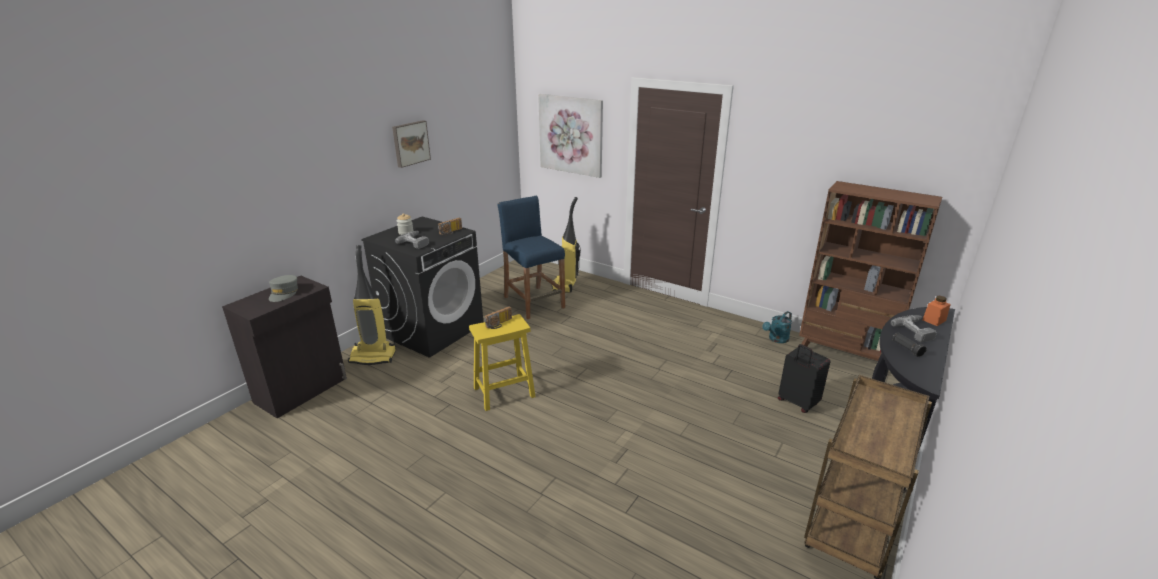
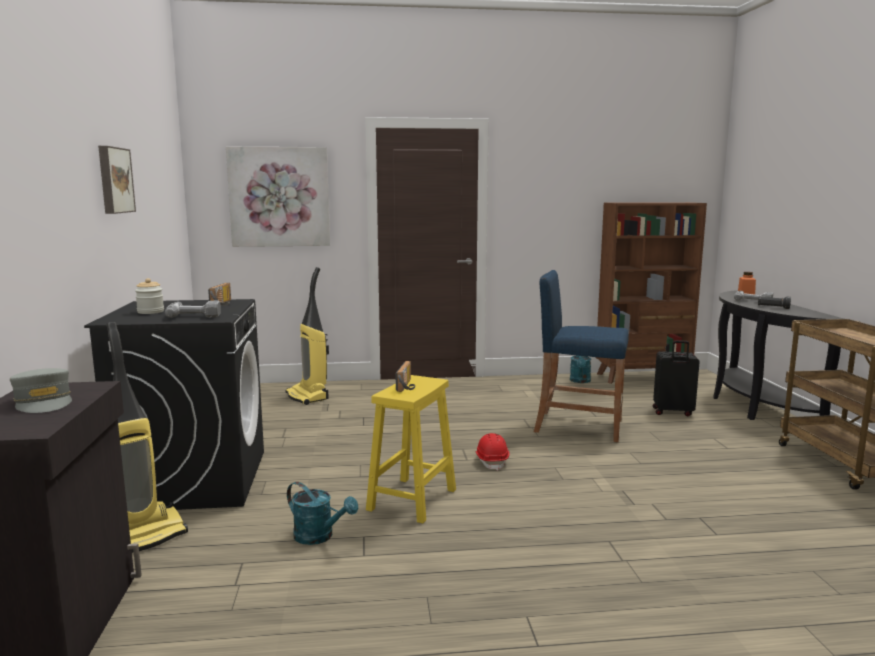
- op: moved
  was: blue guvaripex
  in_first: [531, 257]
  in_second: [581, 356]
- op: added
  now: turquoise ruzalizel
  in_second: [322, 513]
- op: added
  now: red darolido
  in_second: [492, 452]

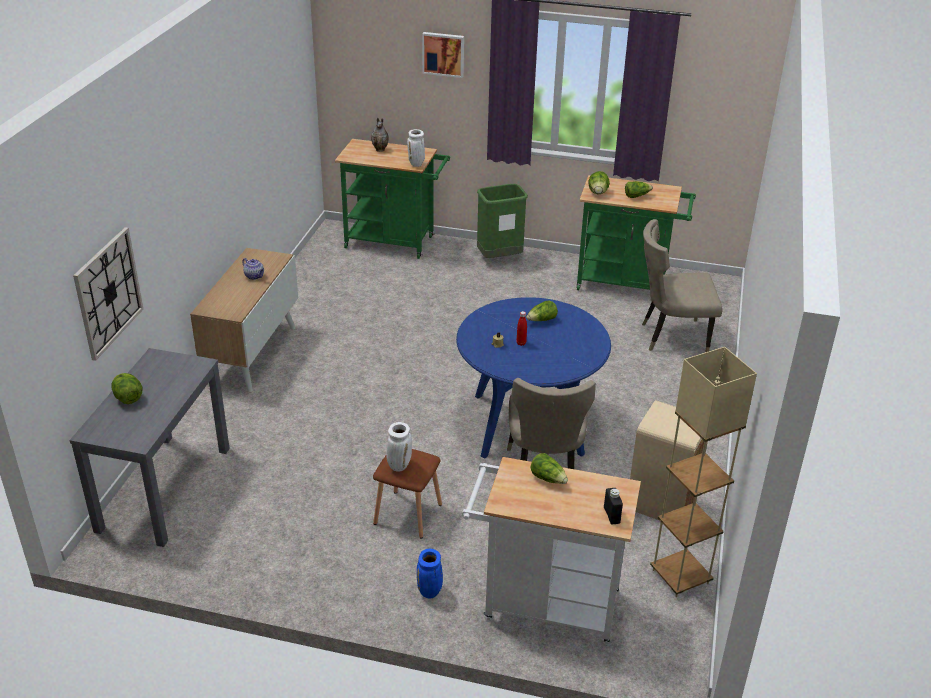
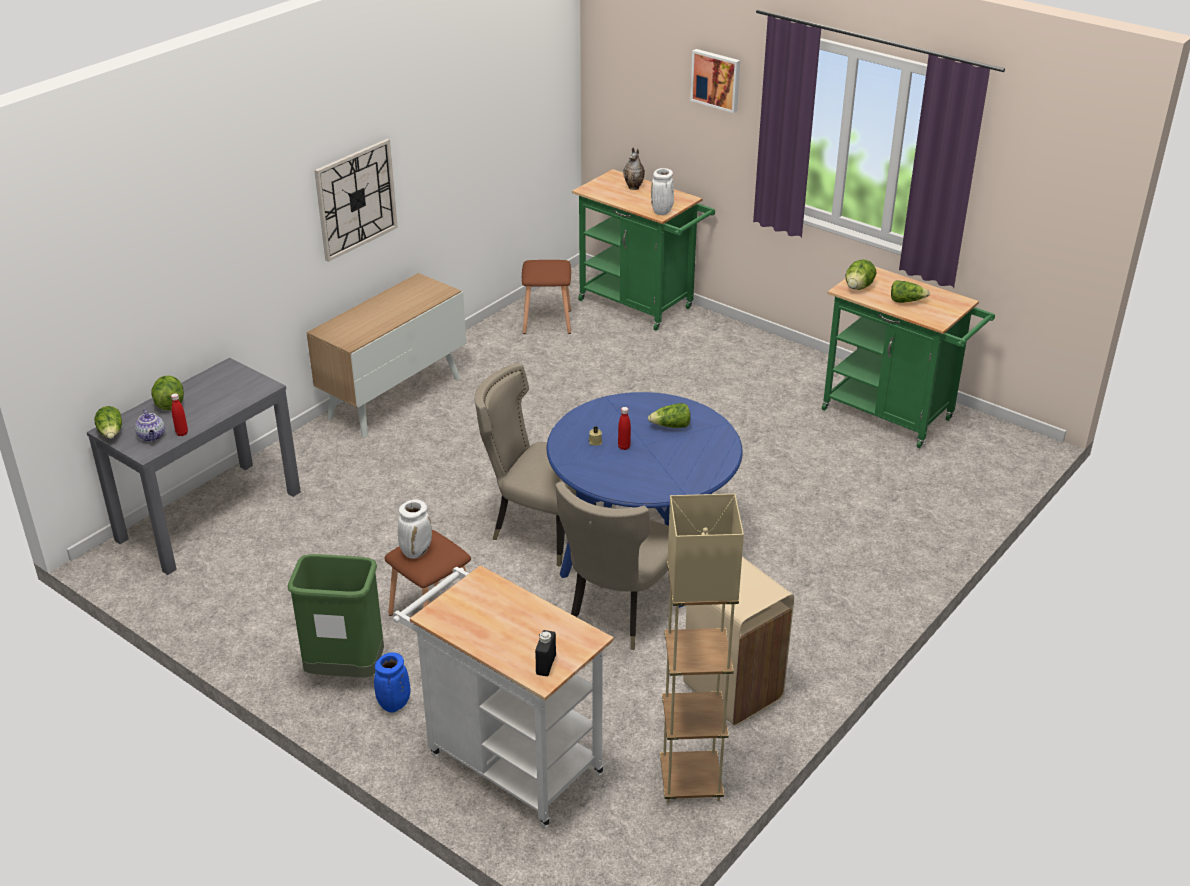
- op: moved
  was: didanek
  in_first: [108, 294]
  in_second: [356, 200]
- op: moved
  was: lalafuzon
  in_first: [253, 269]
  in_second: [150, 425]
- op: moved
  was: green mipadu
  in_first: [502, 221]
  in_second: [336, 615]
- op: moved
  was: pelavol
  in_first: [549, 468]
  in_second: [108, 422]
- op: moved
  was: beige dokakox
  in_first: [682, 285]
  in_second: [535, 465]
- op: added
  now: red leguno
  in_second: [179, 414]
- op: added
  now: brown guvaripex
  in_second: [546, 297]

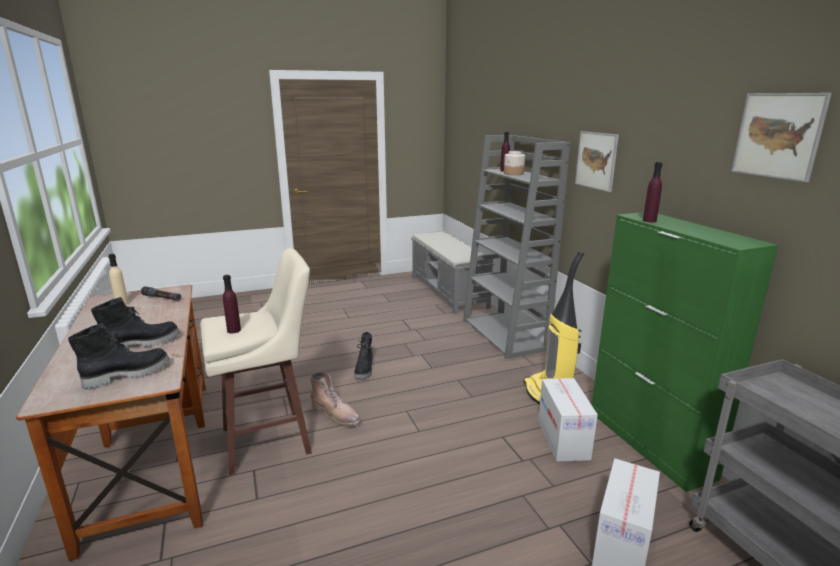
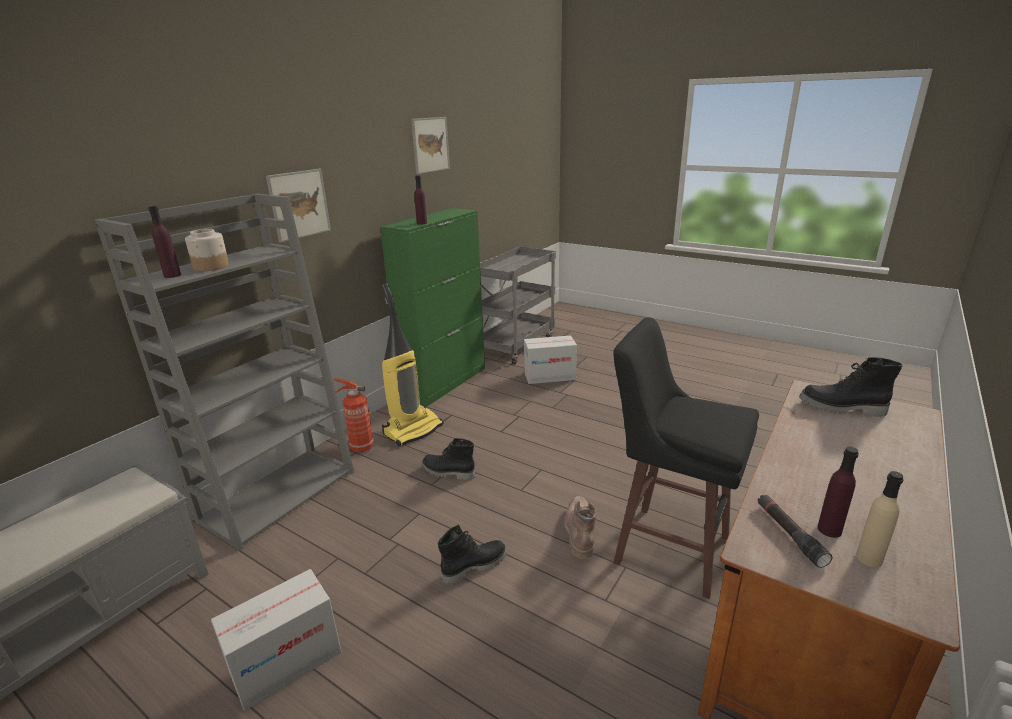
- op: moved
  was: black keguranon
  in_first: [135, 322]
  in_second: [448, 459]
- op: recoloured
  was: beige guvaripex
  now: black guvaripex
  in_first: [256, 361]
  in_second: [686, 458]
- op: moved
  was: purple leguno
  in_first: [232, 304]
  in_second: [838, 492]
- op: moved
  was: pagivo
  in_first: [568, 420]
  in_second: [276, 640]
- op: added
  now: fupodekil
  in_second: [353, 415]

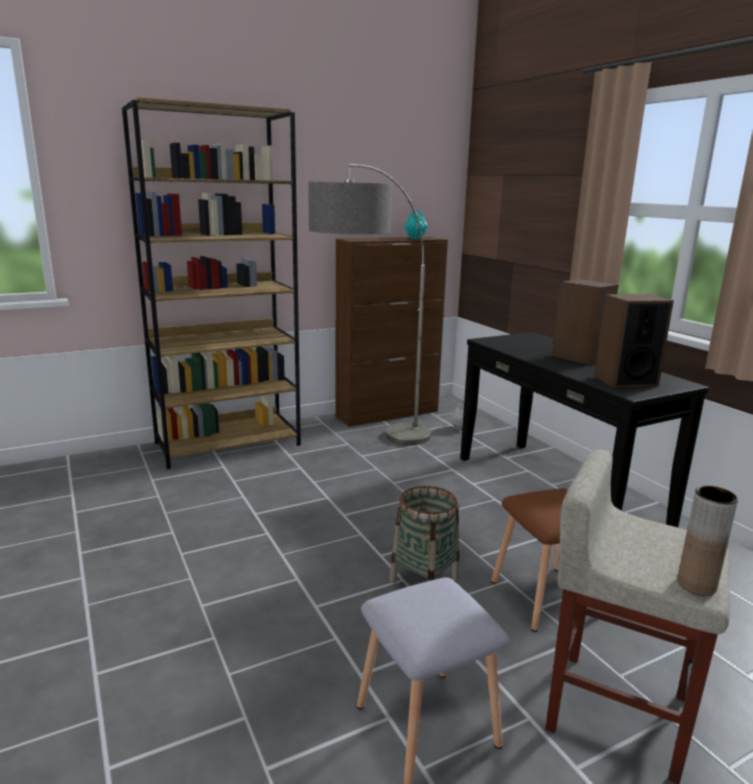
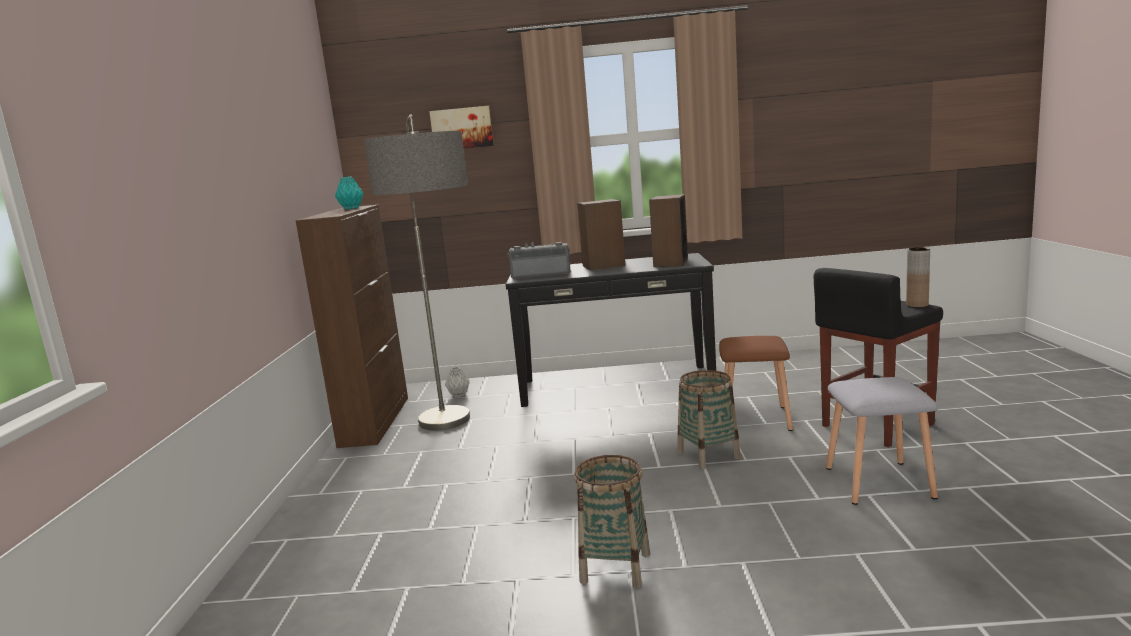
- op: removed
  was: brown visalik
  in_first: [211, 283]
- op: recoloured
  was: beige guvaripex
  now: black guvaripex
  in_first: [637, 616]
  in_second: [878, 357]
- op: added
  now: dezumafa
  in_second: [461, 127]
- op: added
  now: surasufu
  in_second: [538, 260]
- op: added
  now: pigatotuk
  in_second: [612, 521]

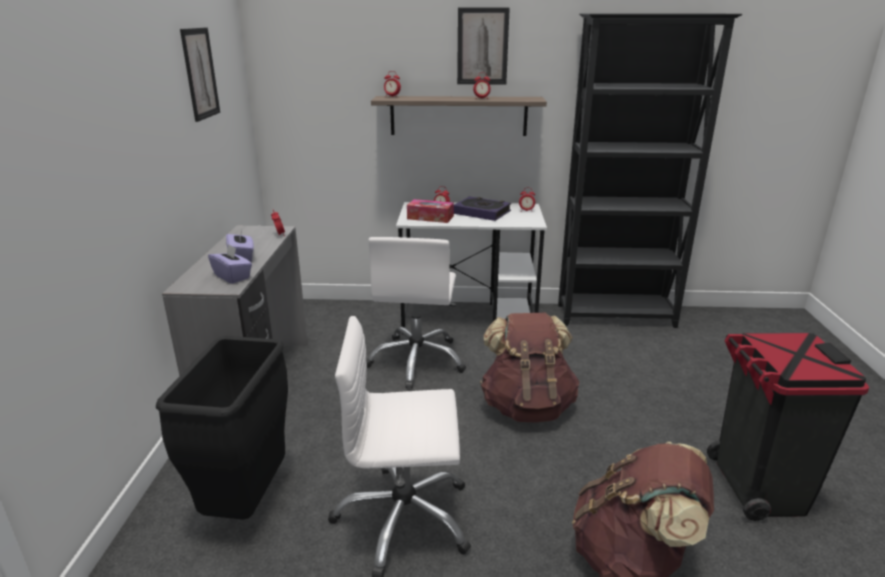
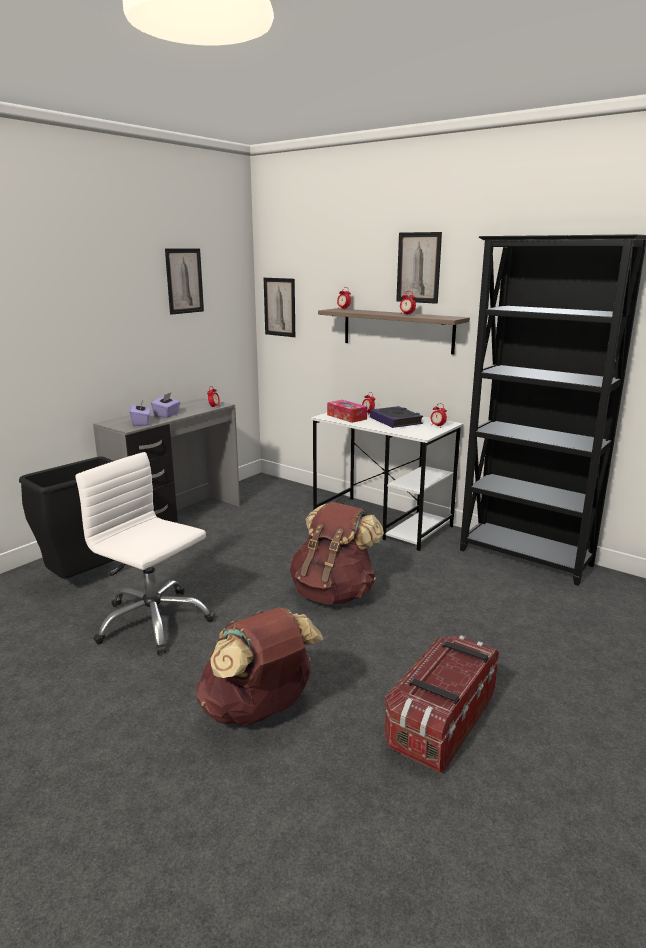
- op: removed
  was: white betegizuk
  in_first: [416, 313]
- op: replaced
  was: black mipadu
  now: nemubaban
  in_first: [788, 427]
  in_second: [442, 704]
- op: added
  now: dezumafa
  in_second: [279, 307]

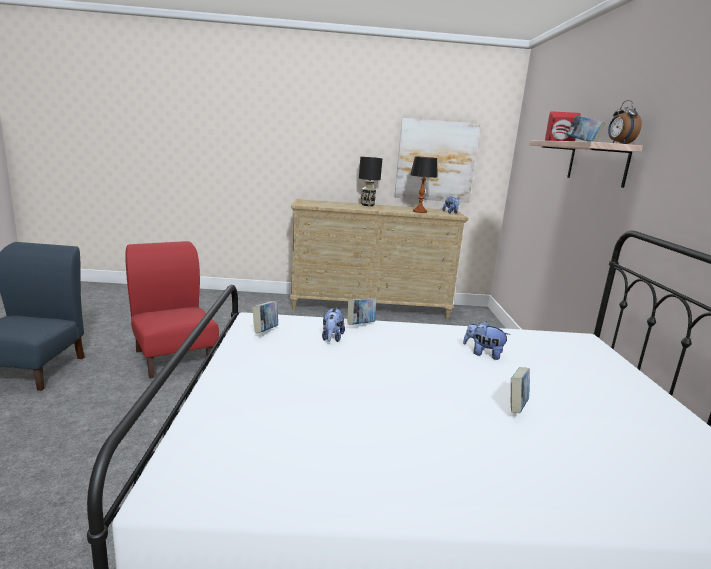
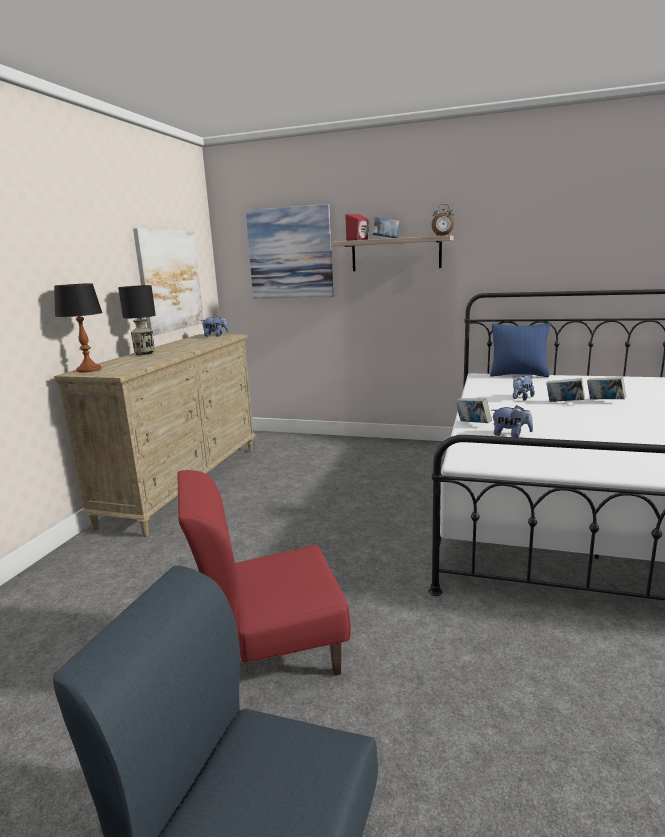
- op: moved
  was: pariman
  in_first: [265, 317]
  in_second: [565, 390]
- op: moved
  was: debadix
  in_first: [424, 184]
  in_second: [78, 328]
- op: added
  now: dezumafa
  in_second: [289, 251]
- op: added
  now: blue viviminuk
  in_second: [520, 350]

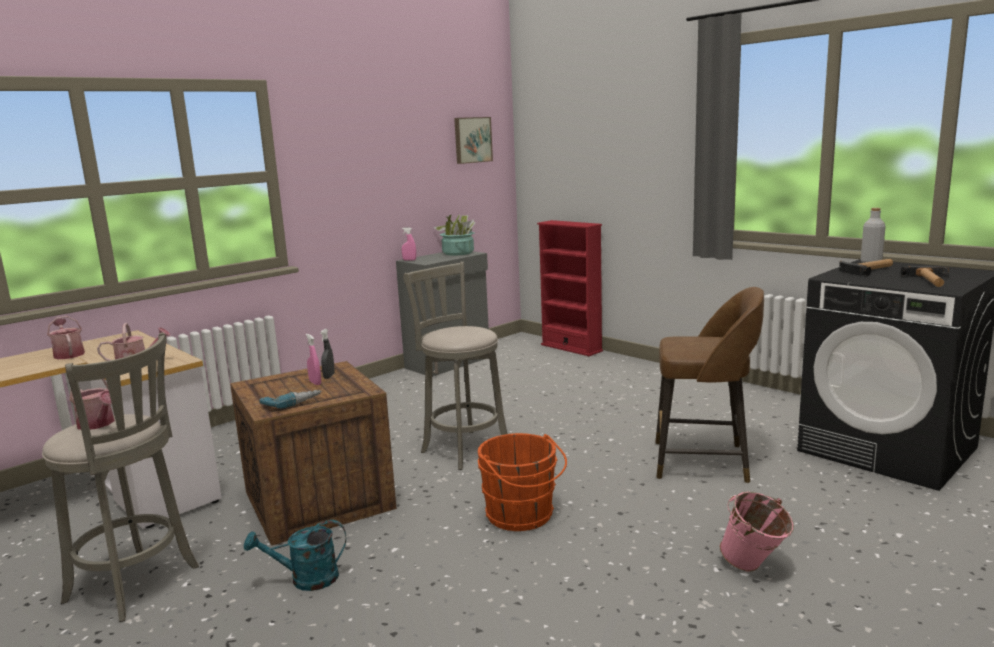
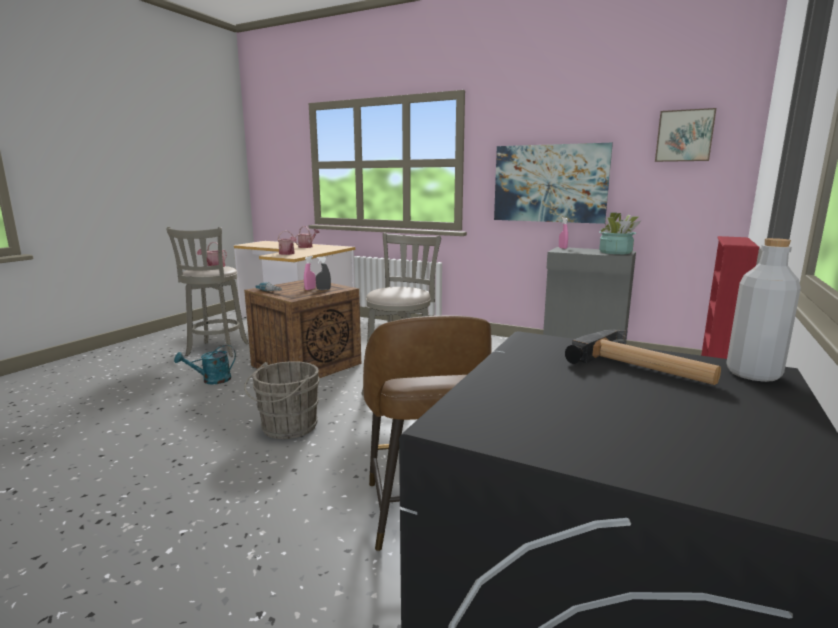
- op: turned
  was: turquoise ruzalizel
  in_first: [294, 555]
  in_second: [205, 364]
  clockwise: -90
- op: recoloured
  was: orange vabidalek
  now: grey vabidalek
  in_first: [522, 482]
  in_second: [281, 400]
- op: removed
  was: pink vabidalek
  in_first: [757, 531]
- op: removed
  was: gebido
  in_first: [925, 276]
- op: added
  now: dezumafa
  in_second: [553, 183]

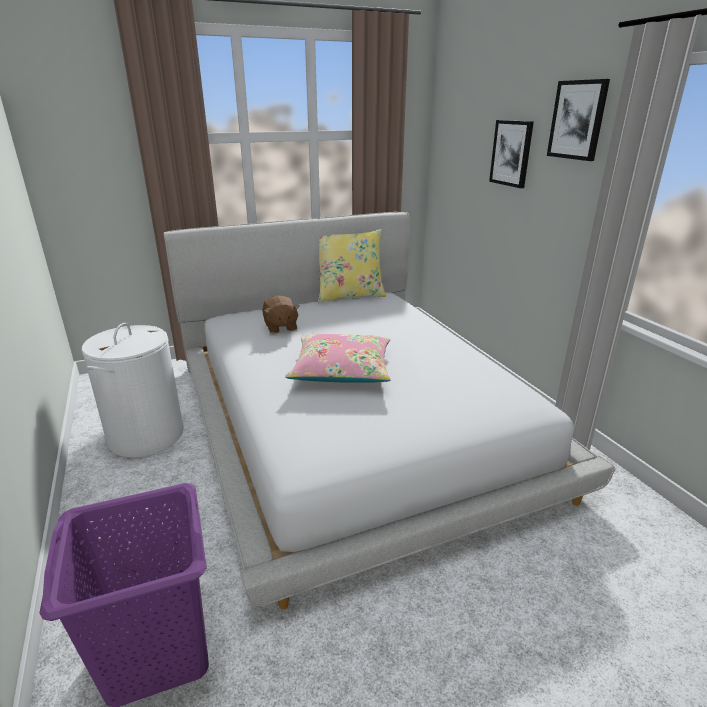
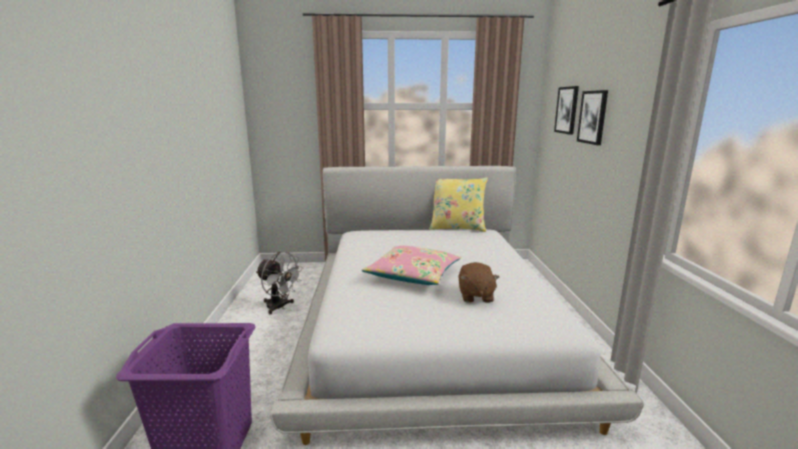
- op: replaced
  was: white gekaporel
  now: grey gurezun
  in_first: [133, 390]
  in_second: [279, 283]
- op: moved
  was: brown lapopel
  in_first: [281, 315]
  in_second: [479, 282]
- op: moved
  was: dezumafa
  in_first: [578, 120]
  in_second: [566, 110]

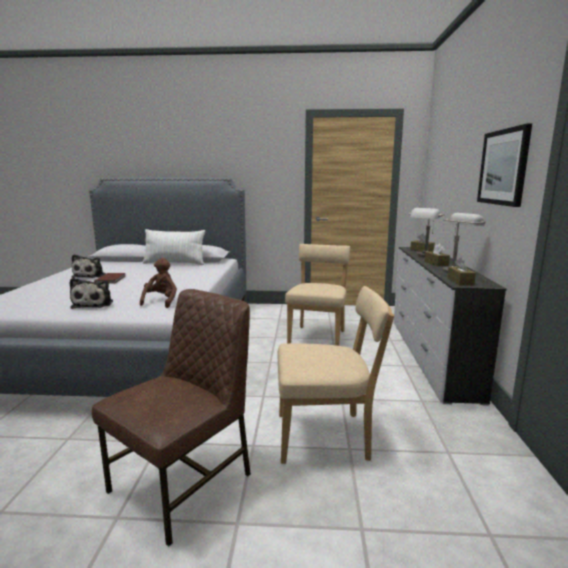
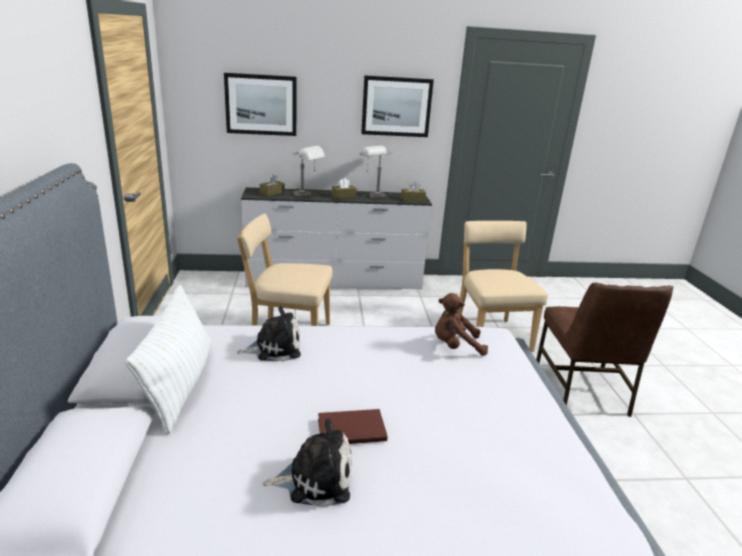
- op: moved
  was: lapopel
  in_first: [91, 293]
  in_second: [269, 334]
- op: turned
  was: brown dokakox
  in_first: [171, 418]
  in_second: [604, 350]
  clockwise: -120
- op: added
  now: dezumafa
  in_second: [260, 104]

